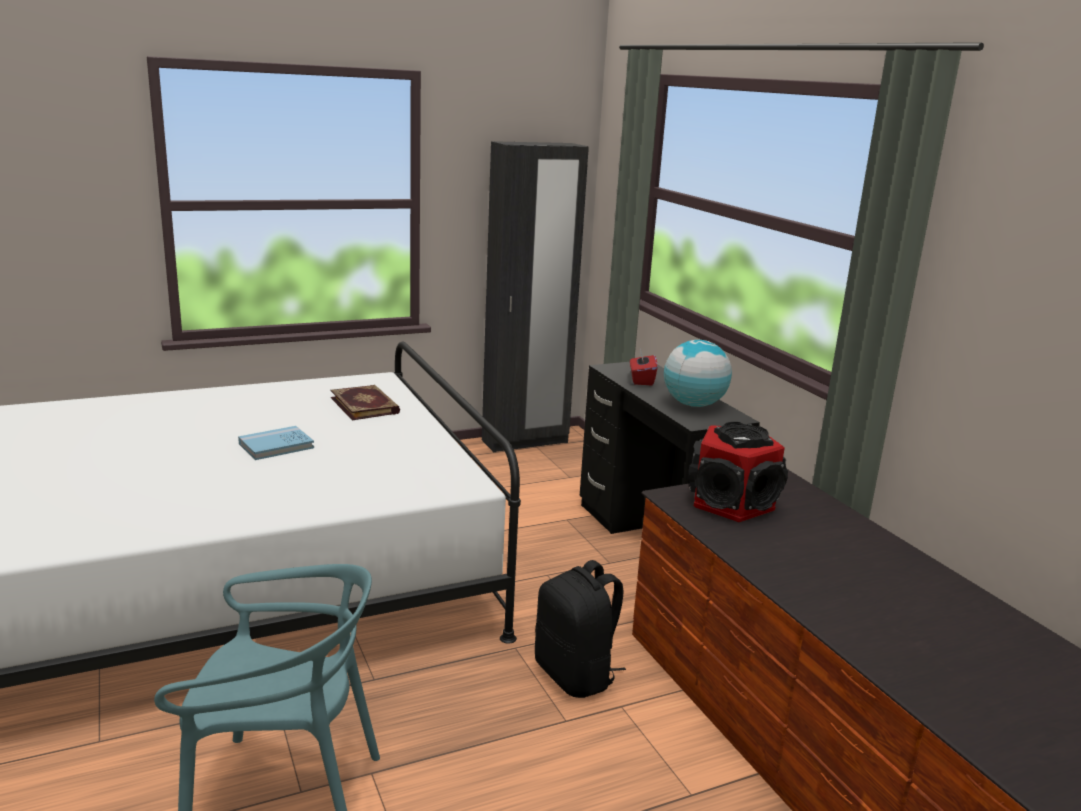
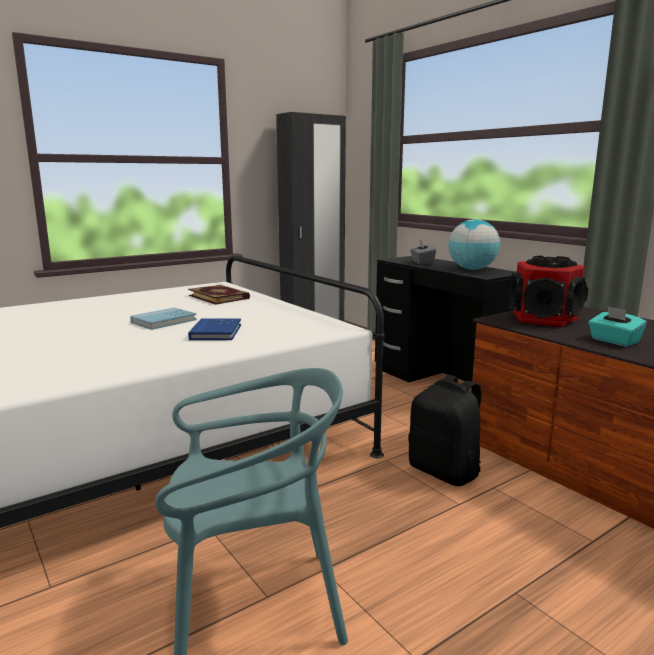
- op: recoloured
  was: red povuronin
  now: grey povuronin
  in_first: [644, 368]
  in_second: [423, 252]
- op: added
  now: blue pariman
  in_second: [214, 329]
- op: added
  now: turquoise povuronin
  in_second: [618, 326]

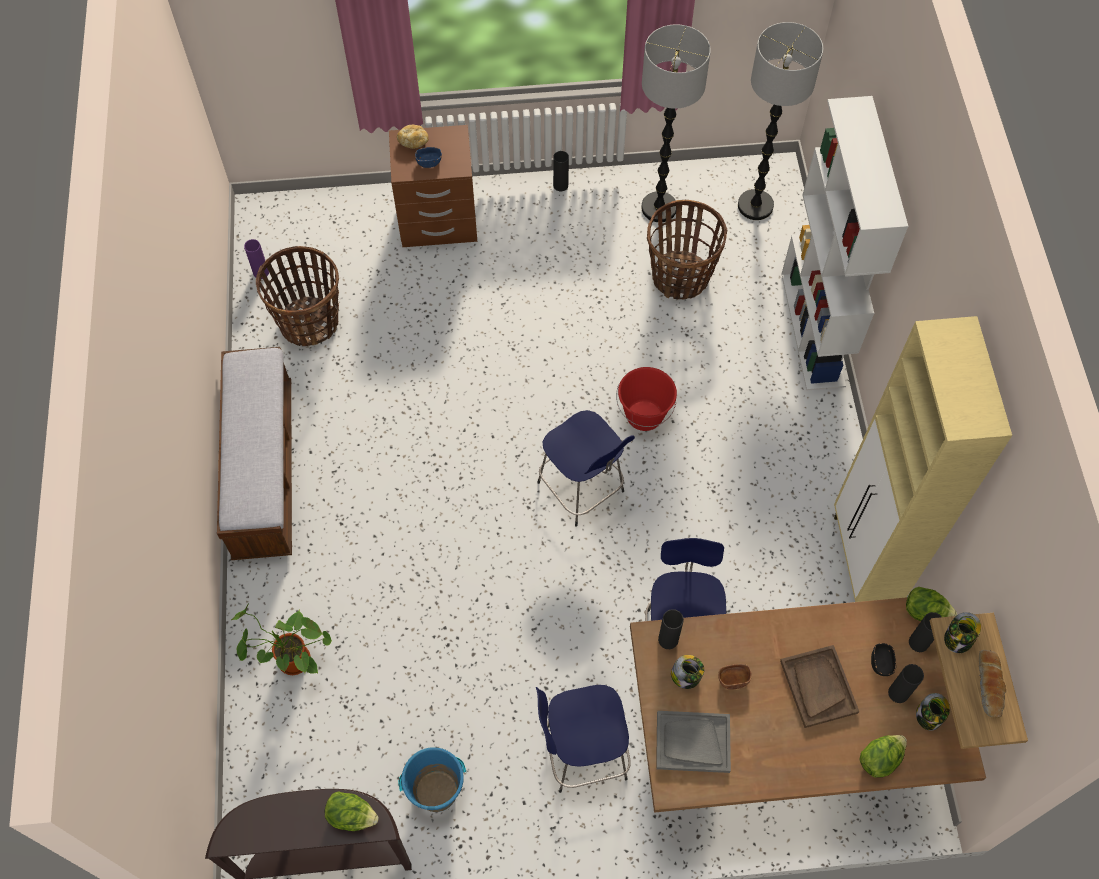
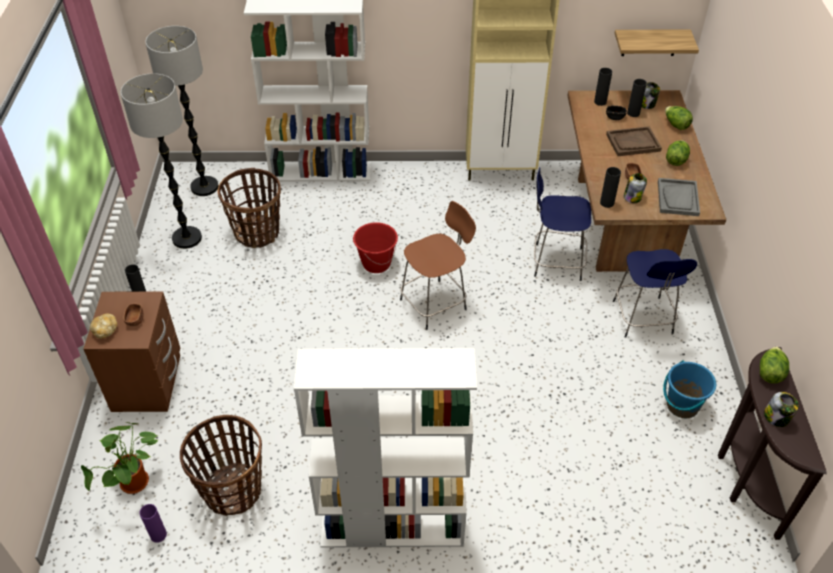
- op: replaced
  was: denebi
  now: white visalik
  in_first: [254, 453]
  in_second: [385, 448]
- op: moved
  was: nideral
  in_first: [281, 639]
  in_second: [119, 458]
- op: recoloured
  was: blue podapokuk
  now: brown podapokuk
  in_first: [428, 157]
  in_second: [133, 315]
- op: recoloured
  was: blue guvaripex
  now: brown guvaripex
  in_first: [586, 468]
  in_second: [438, 265]
- op: moved
  was: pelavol
  in_first: [931, 604]
  in_second: [678, 153]
- op: moved
  was: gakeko
  in_first: [962, 632]
  in_second: [781, 409]
- op: removed
  was: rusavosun
  in_first: [992, 684]

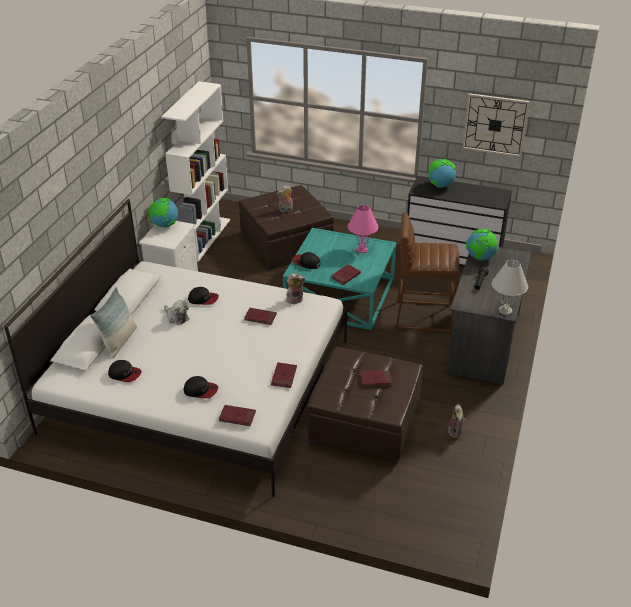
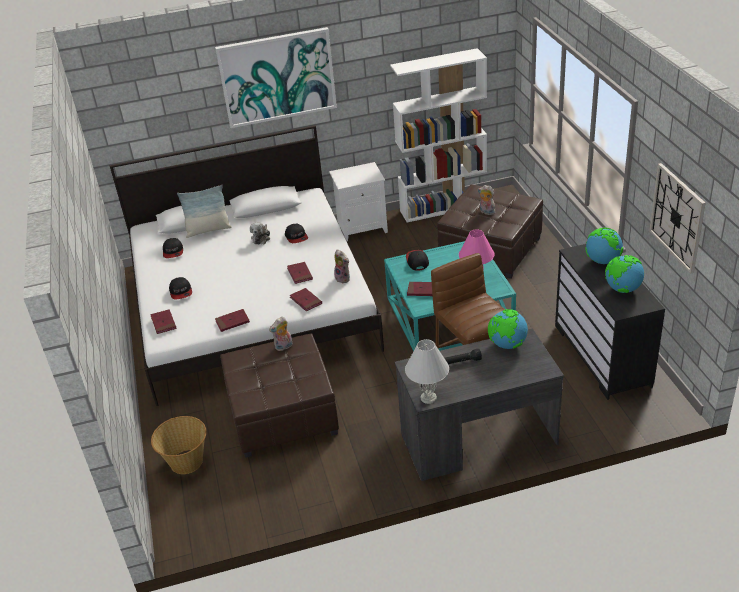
- op: moved
  was: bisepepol
  in_first: [163, 213]
  in_second: [624, 274]
- op: moved
  was: red pariman
  in_first: [376, 378]
  in_second: [306, 299]
- op: moved
  was: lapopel
  in_first: [457, 421]
  in_second: [281, 334]
- op: added
  now: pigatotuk
  in_second: [178, 445]
- op: added
  now: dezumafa
  in_second: [276, 77]

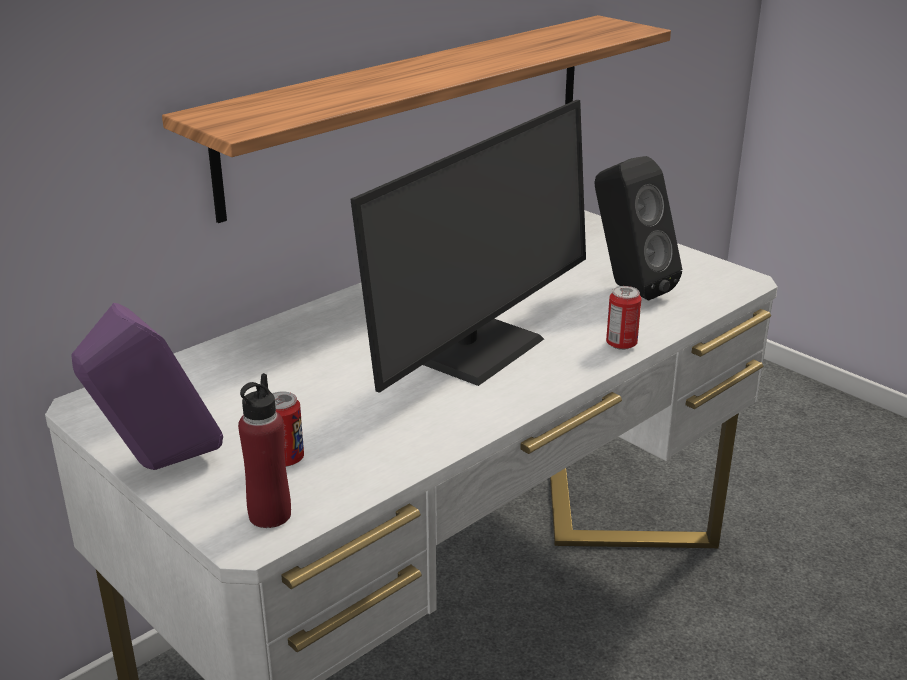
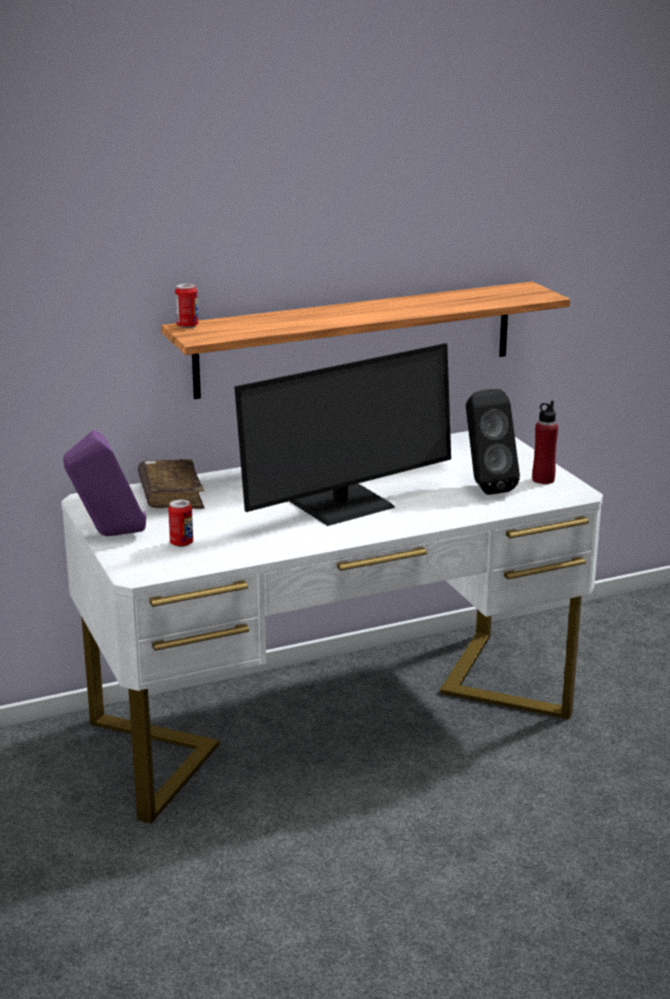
- op: moved
  was: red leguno
  in_first: [264, 450]
  in_second: [545, 442]
- op: moved
  was: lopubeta
  in_first: [624, 318]
  in_second: [186, 305]
- op: added
  now: brown pariman
  in_second: [171, 484]

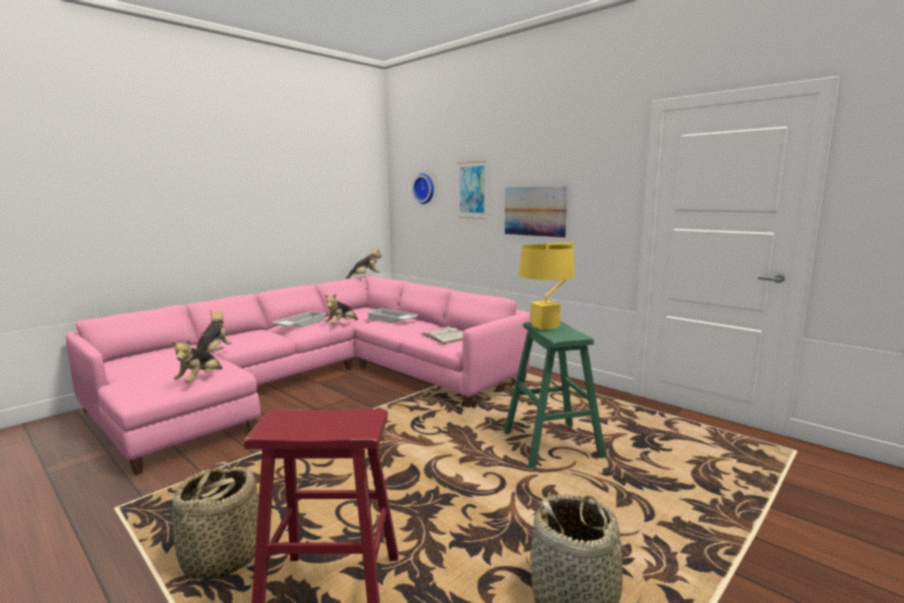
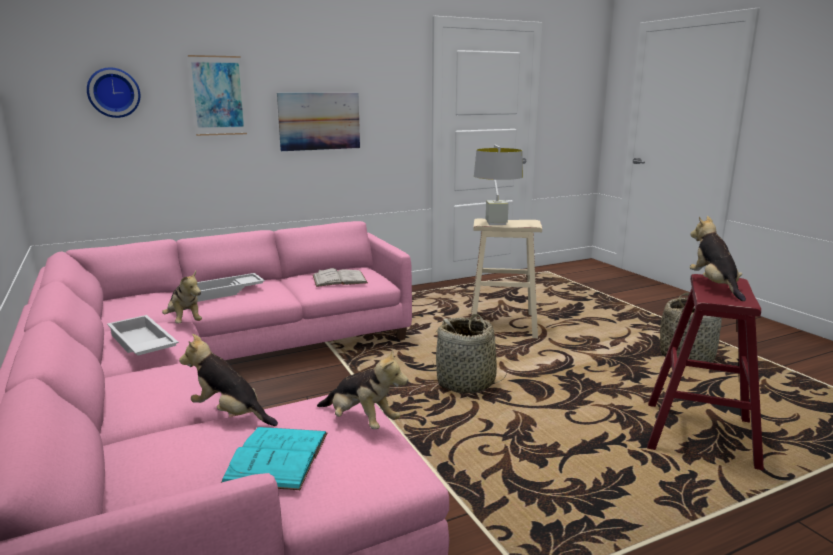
- op: moved
  was: pigatotuk
  in_first: [215, 521]
  in_second: [470, 353]
- op: moved
  was: lapopel
  in_first: [364, 263]
  in_second: [718, 258]
- op: recoloured
  was: green guvaripex
  now: beige guvaripex
  in_first: [555, 394]
  in_second: [506, 278]
- op: recoloured
  was: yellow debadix
  now: grey debadix
  in_first: [546, 286]
  in_second: [498, 185]
- op: added
  now: turquoise pariman
  in_second: [274, 458]

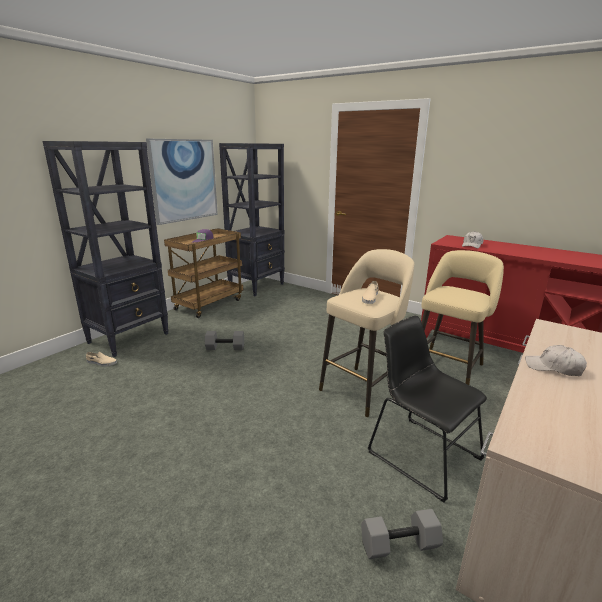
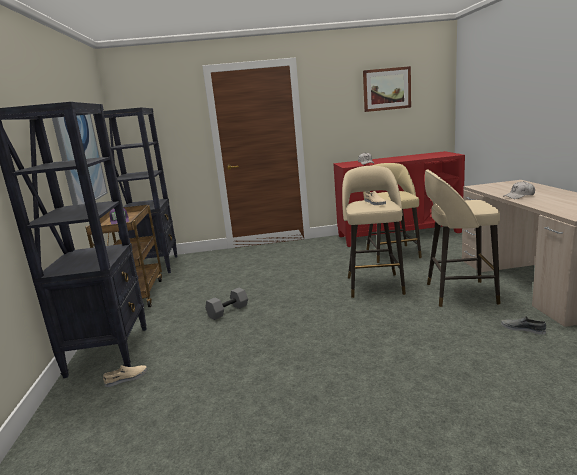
- op: replaced
  was: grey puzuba
  now: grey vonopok
  in_first: [402, 534]
  in_second: [523, 325]
- op: replaced
  was: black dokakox
  now: beige guvaripex
  in_first: [427, 408]
  in_second: [463, 238]
- op: added
  now: dezumafa
  in_second: [387, 89]

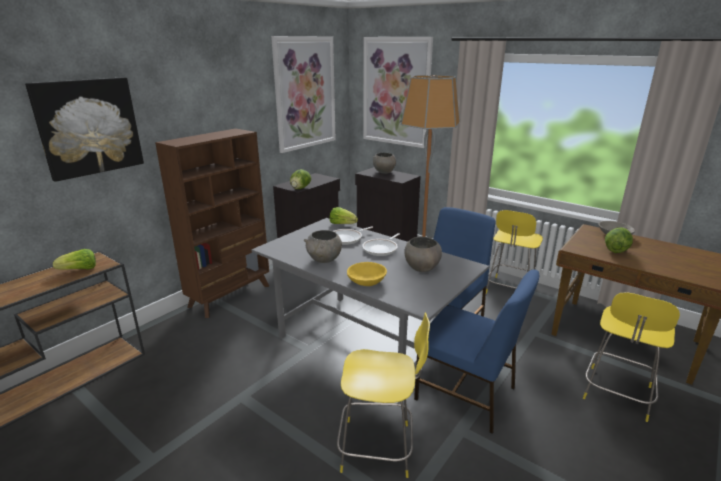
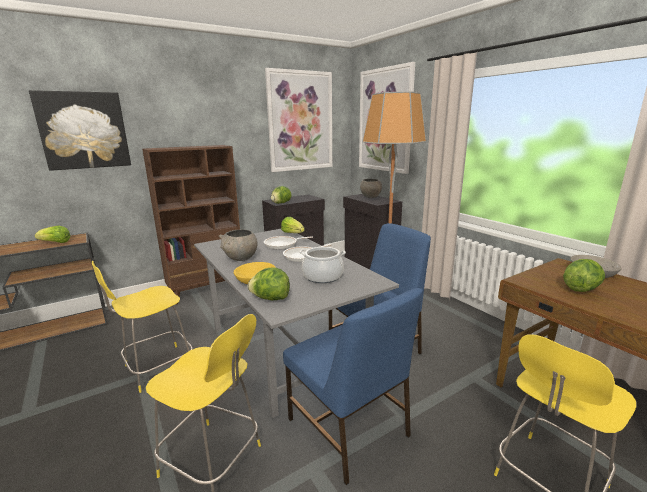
- op: replaced
  was: grey podapokuk
  now: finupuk
  in_first: [423, 254]
  in_second: [322, 265]
- op: moved
  was: yellow guvaripex
  in_first: [514, 252]
  in_second: [142, 327]
- op: added
  now: pelavol
  in_second: [269, 283]

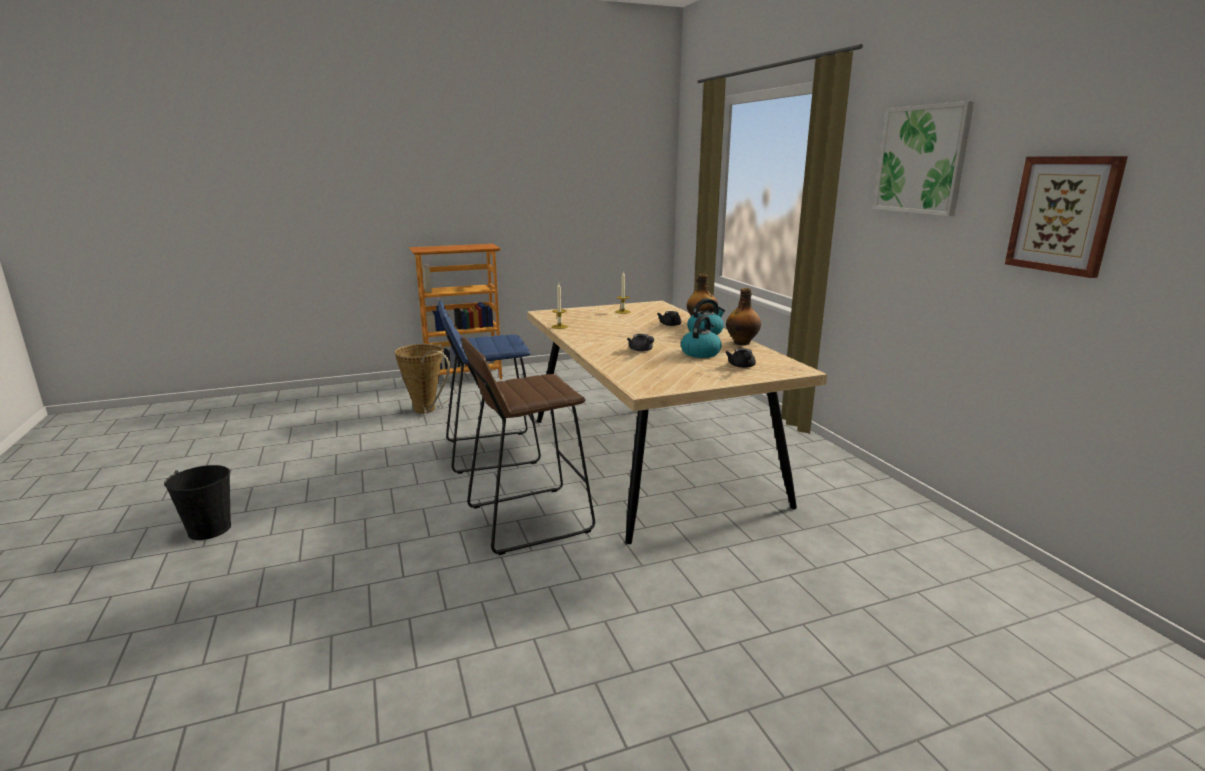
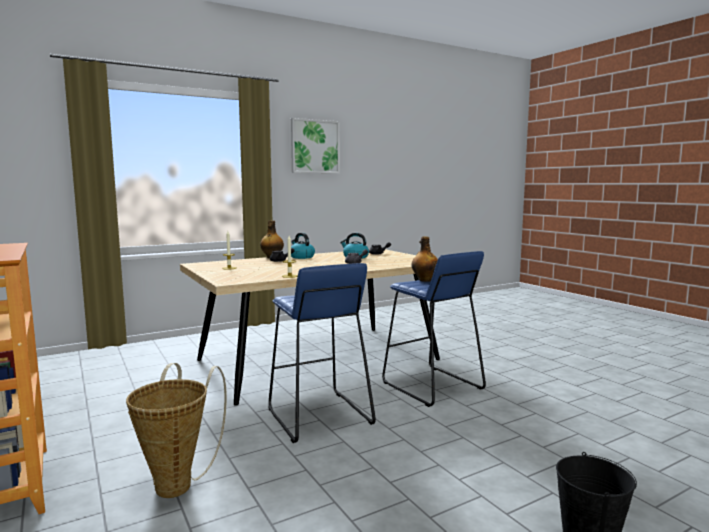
- op: recoloured
  was: brown guvaripex
  now: blue guvaripex
  in_first: [528, 446]
  in_second: [434, 329]
- op: moved
  was: leguno
  in_first: [743, 316]
  in_second: [425, 259]
- op: removed
  was: dezumafa
  in_first: [1066, 217]

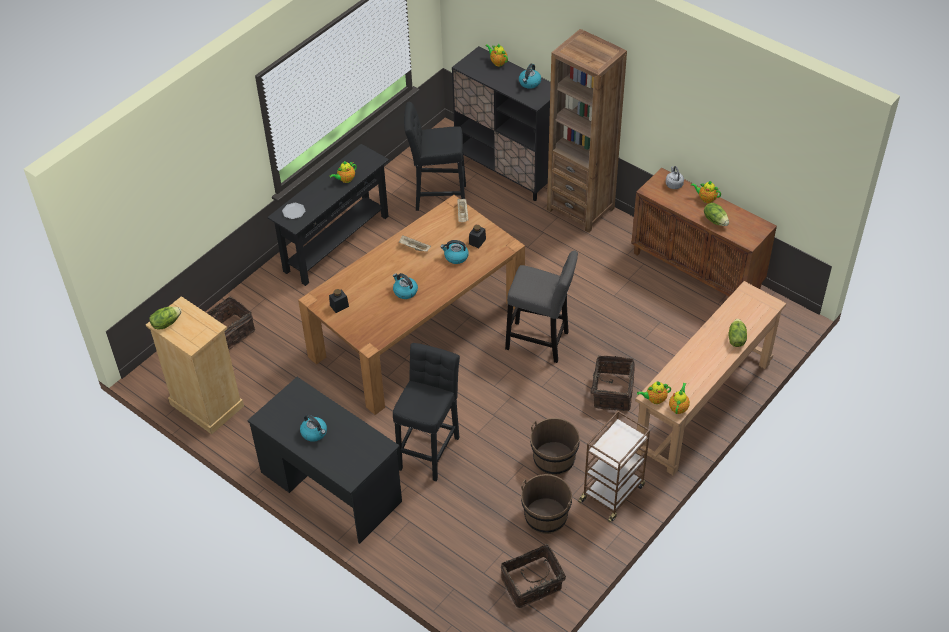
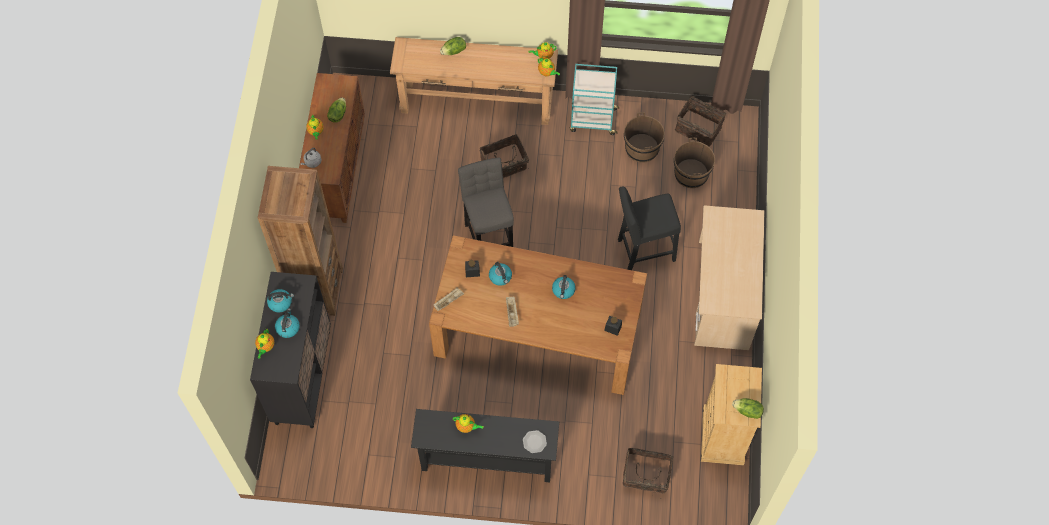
- op: recoloured
  was: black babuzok
  now: beige babuzok
  in_first: [324, 460]
  in_second: [729, 277]
- op: moved
  was: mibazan
  in_first: [313, 428]
  in_second: [287, 323]
- op: removed
  was: black guvaripex
  in_first: [435, 156]
- op: moved
  was: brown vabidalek
  in_first: [555, 447]
  in_second: [694, 163]
- op: recoloured
  was: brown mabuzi
  now: turquoise mabuzi
  in_first: [614, 466]
  in_second: [594, 99]

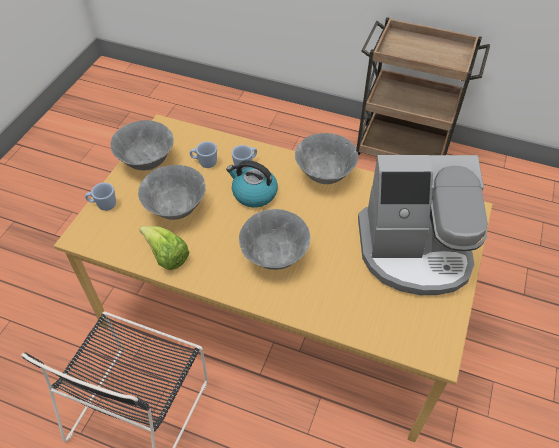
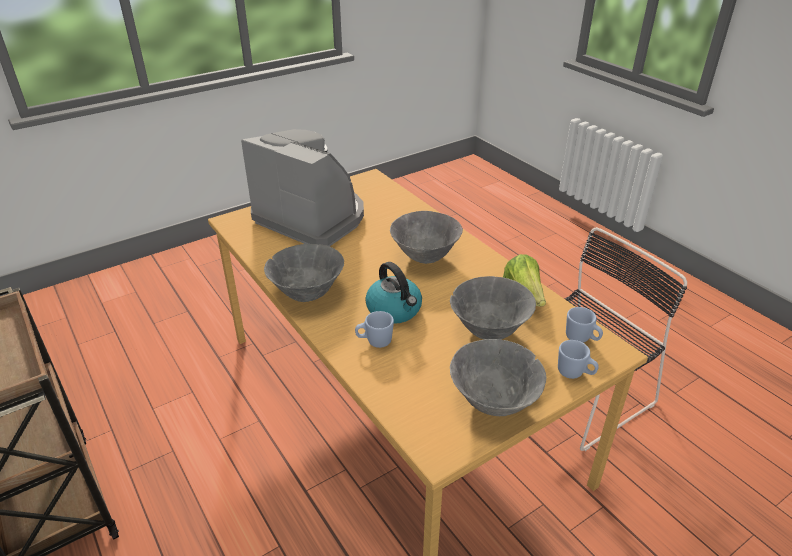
- op: moved
  was: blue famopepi
  in_first: [203, 154]
  in_second: [584, 325]

